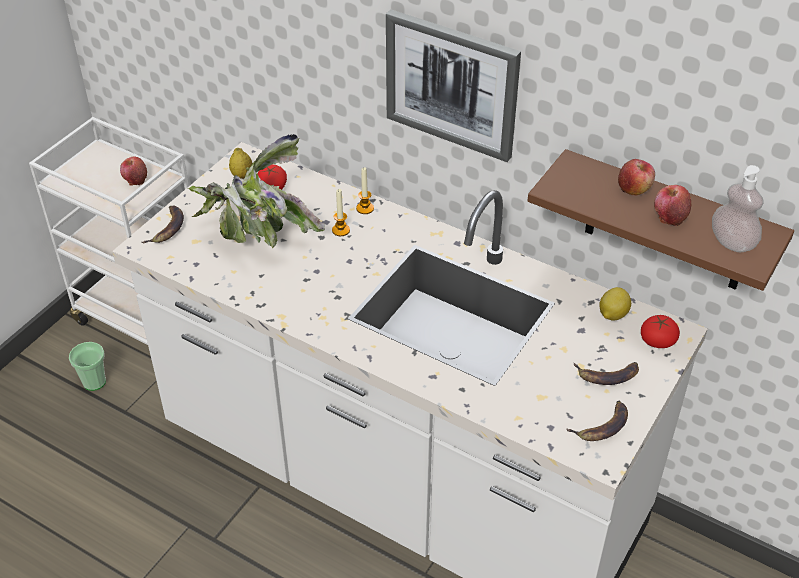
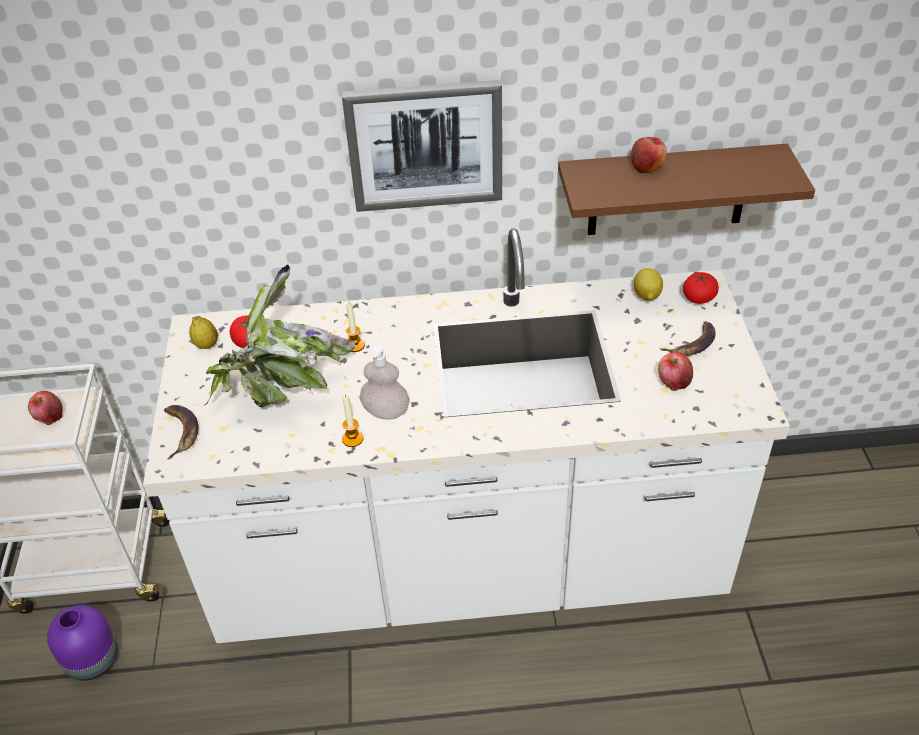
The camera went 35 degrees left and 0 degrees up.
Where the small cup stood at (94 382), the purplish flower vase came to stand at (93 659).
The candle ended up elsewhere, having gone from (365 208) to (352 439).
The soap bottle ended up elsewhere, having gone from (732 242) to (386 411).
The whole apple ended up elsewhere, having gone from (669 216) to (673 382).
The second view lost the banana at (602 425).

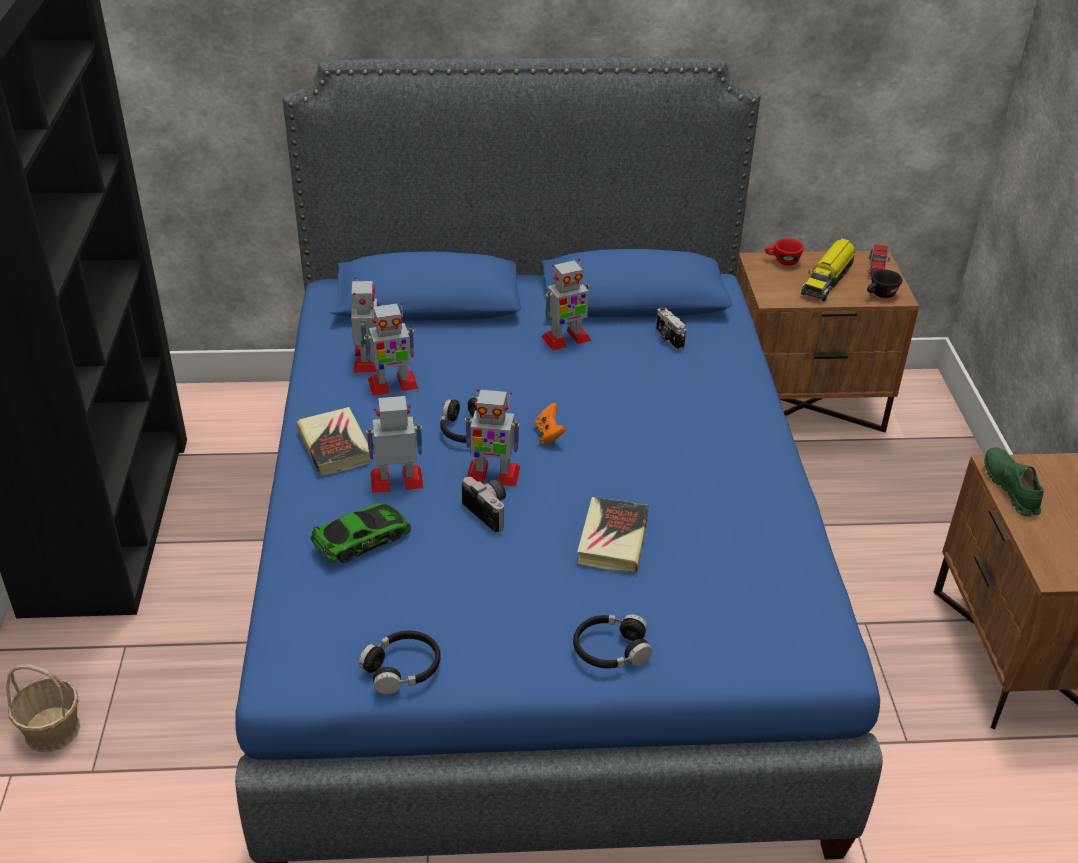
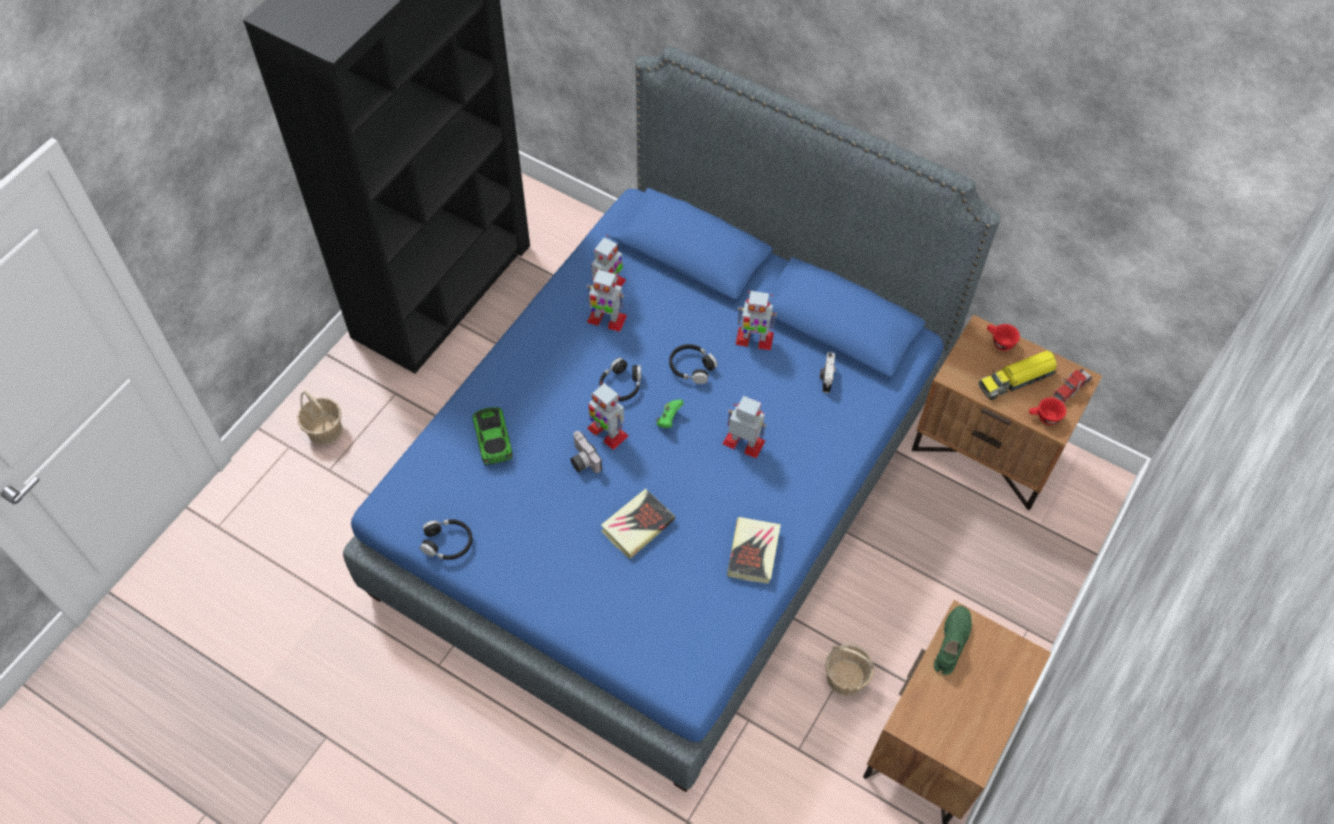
The camera went 35 degrees right and 20 degrees up.
The model car at (362 538) ended up facing another way, 105 degrees counterclockwise from before.
The photo camera at (490 510) ended up facing another way, 150 degrees clockwise from before.
What was the orange-coloured joypad at (548 434) turned into the green-coloured joypad at (669 419).
The blackish headset ended up elsewhere, having gone from (611 650) to (691 367).
The toy robot ended up elsewhere, having gone from (397 480) to (744 442).
The volume ended up elsewhere, having gone from (335 446) to (753 552).
The second view gained the basket at (846 678).
What was the blackish small cup at (880 295) turned into the red-coloured small cup at (1044 417).

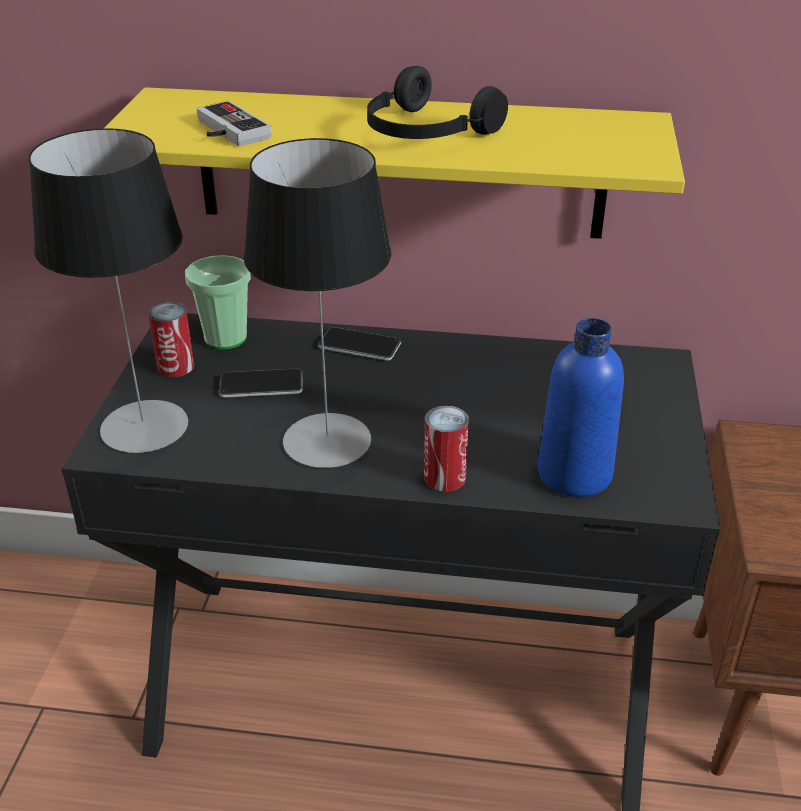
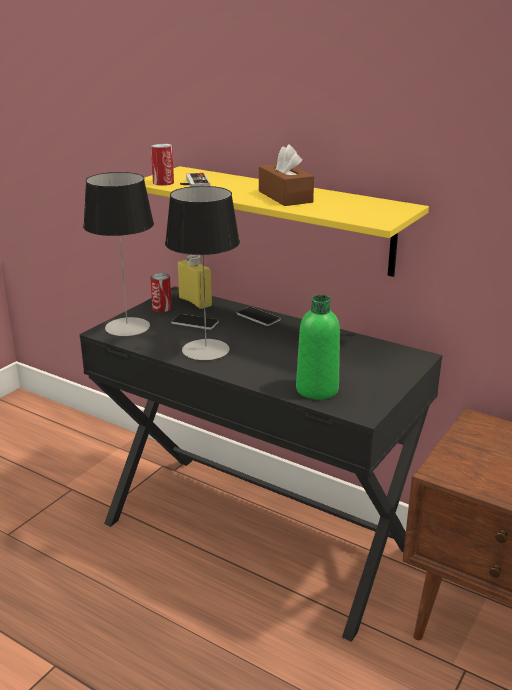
The camera went 25 degrees right and 10 degrees down.
The sealed can ended up elsewhere, having gone from (444 477) to (163 182).
Where the small cup stood at (225 338), the yellow beverage bottle came to stand at (195 302).
Where the blackish headset stood at (425 132), the brown-coloured tissue box came to stand at (285 196).
What was the blue beverage bottle at (574 474) turned into the green-coloured beverage bottle at (317 389).

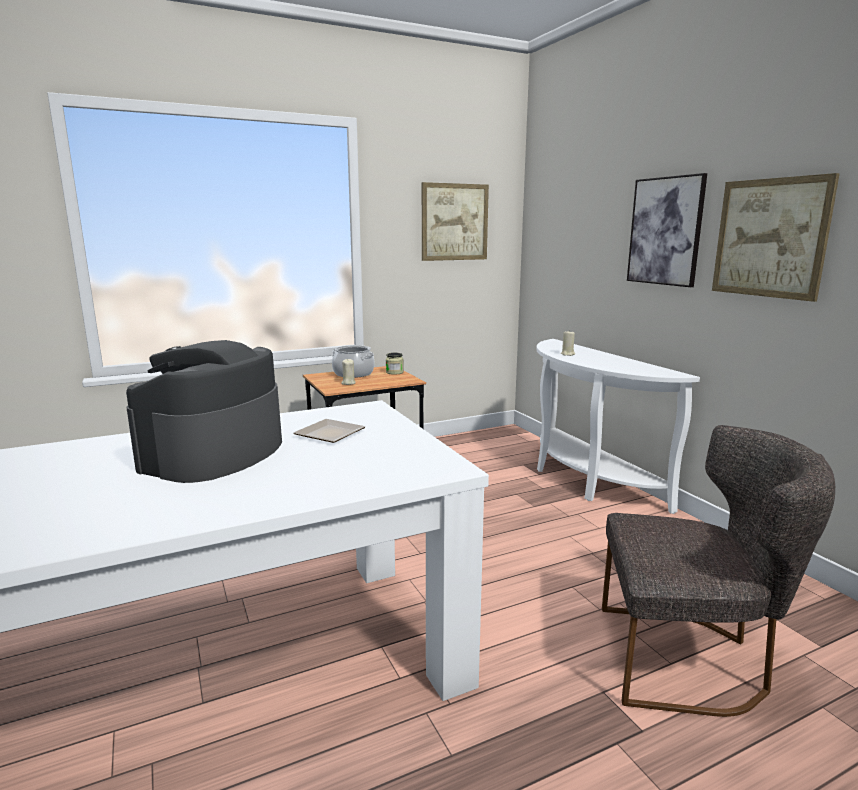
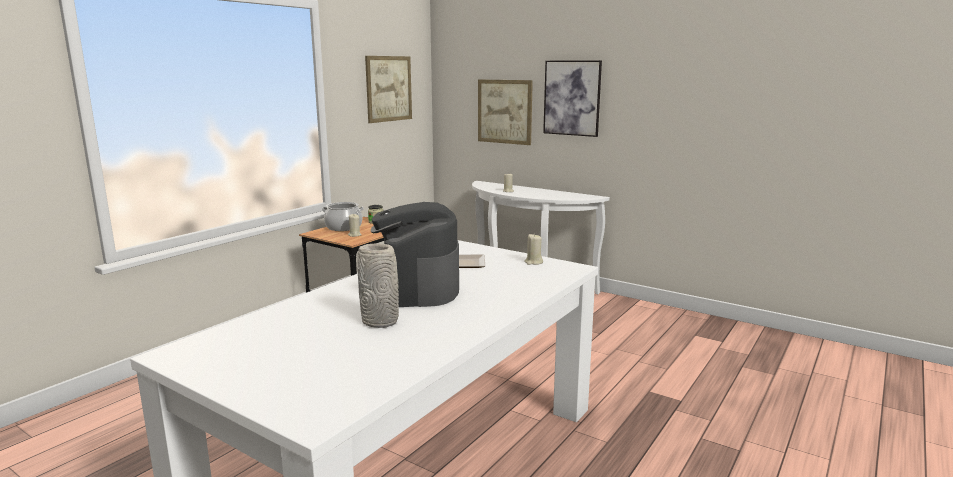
The camera went 30 degrees left and 0 degrees up.
The second view gained the gray flower vase at (381 322).
The picture ended up elsewhere, having gone from (770 238) to (504 111).
The second view gained the beige candle at (533 262).
The second view lost the gray plain chair at (690 660).

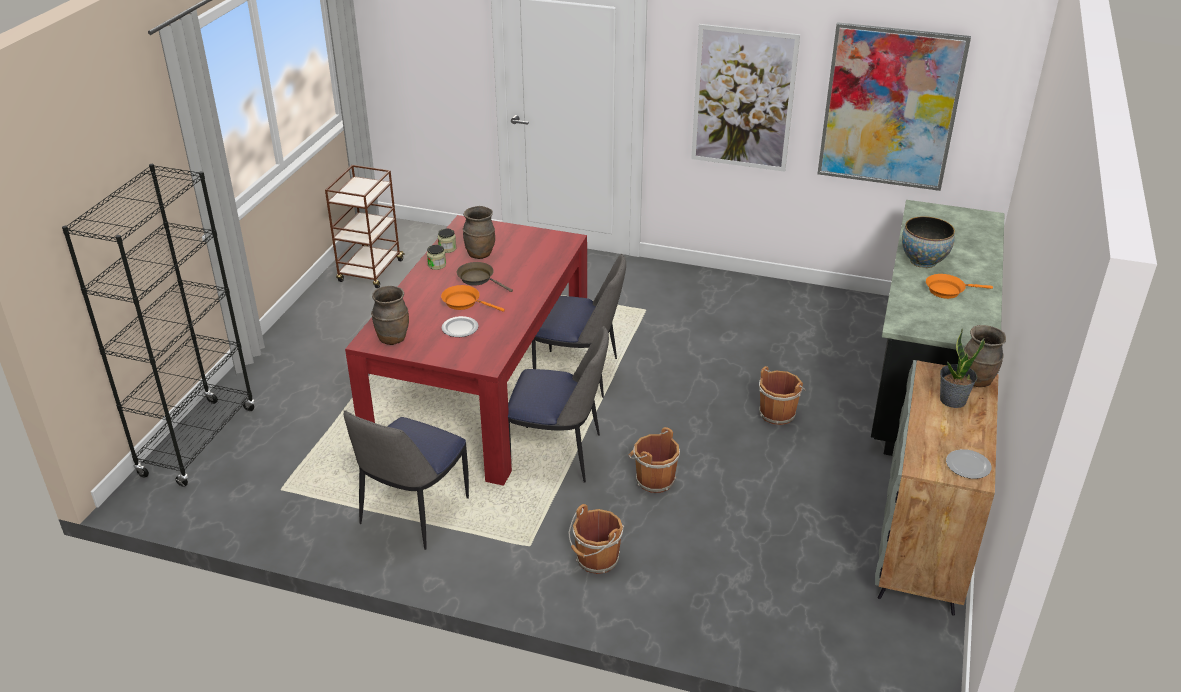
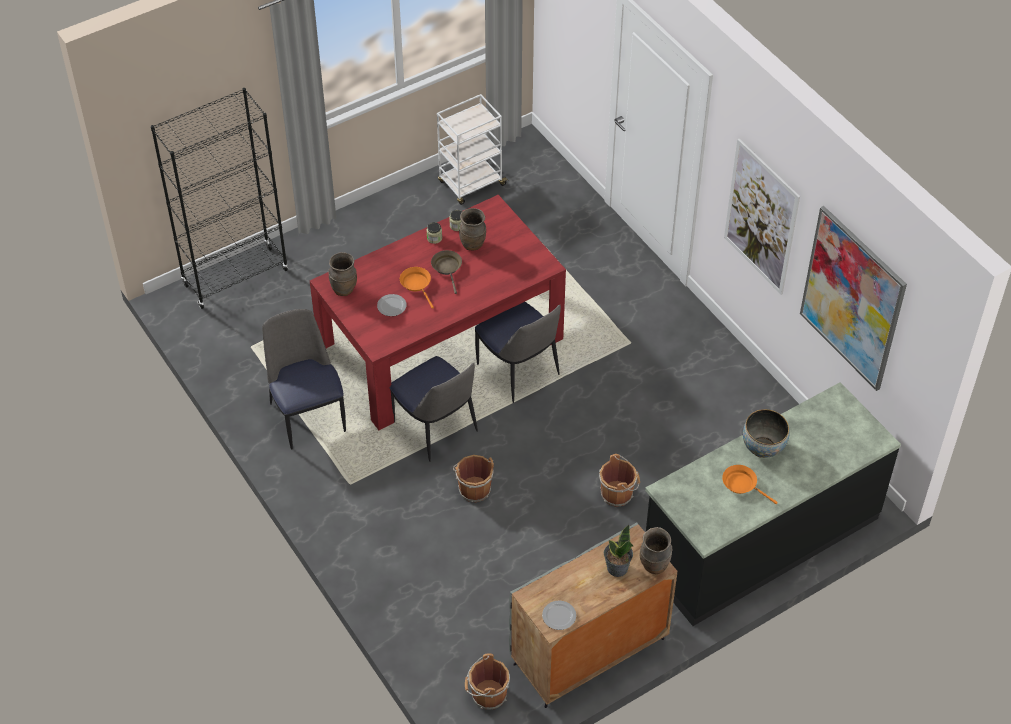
The camera went 40 degrees right and 15 degrees up.
The plain chair at (413 513) ended up facing another way, 90 degrees clockwise from before.
What was the brown-coloured cart at (370 272) turned into the whitish cart at (471 184).
The brown-coloured water bucket ended up elsewhere, having gone from (596 560) to (487 695).

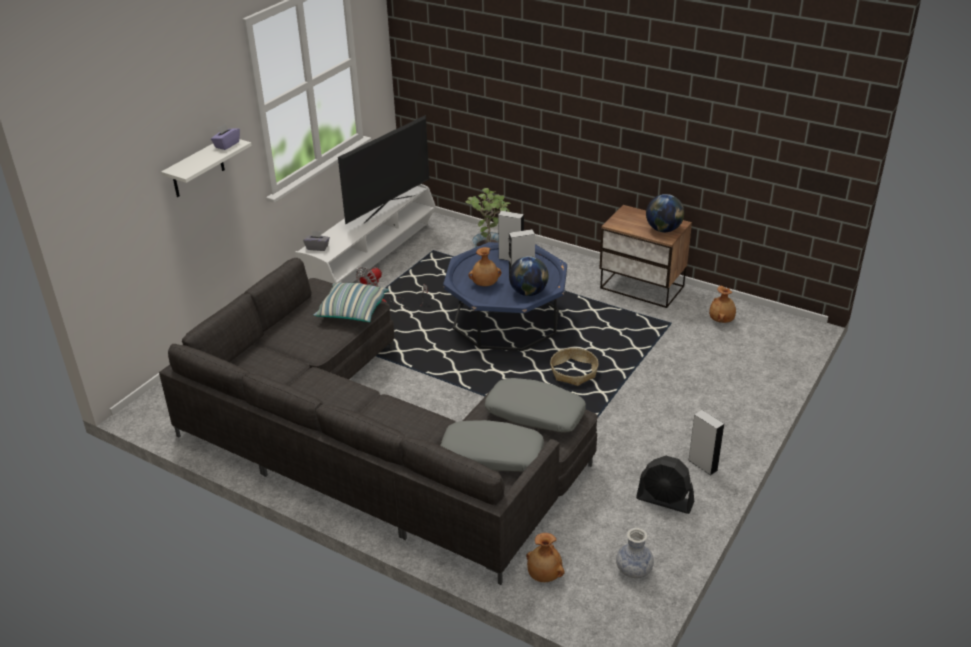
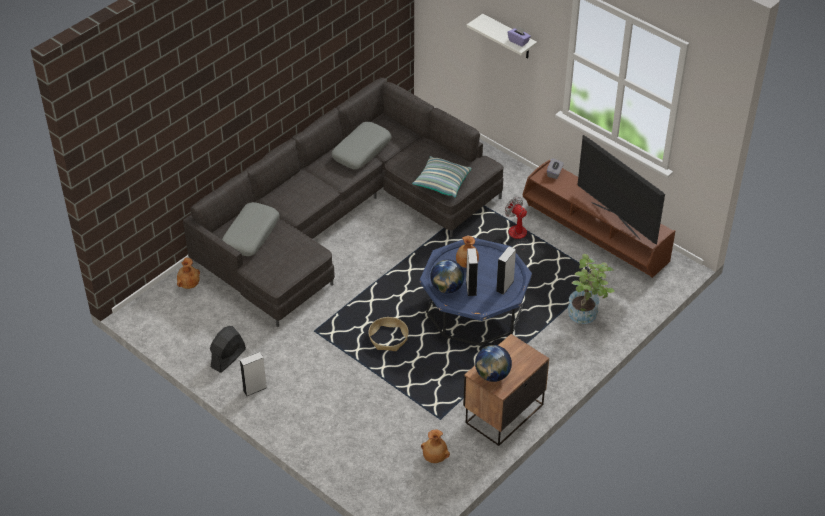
The camera went 100 degrees right and 10 degrees up.
The gray pillow ended up elsewhere, having gone from (534 414) to (361 151).
What was the whitish tv stand at (372 258) turned into the brown-coloured tv stand at (594 236).
The second view lost the flower vase at (634 570).

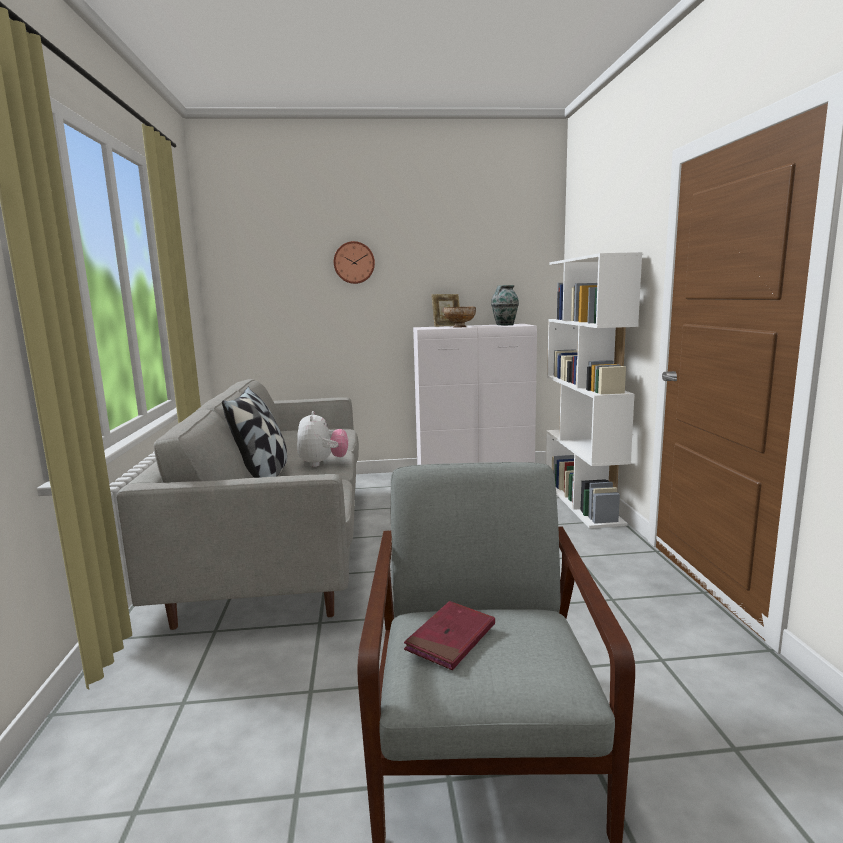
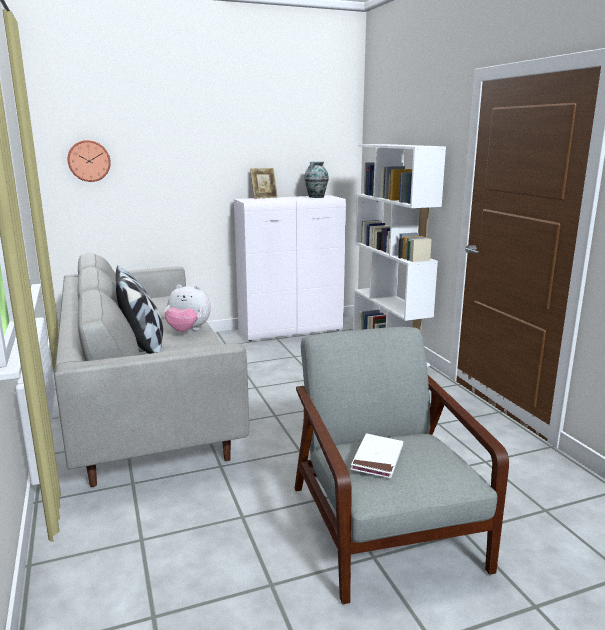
The camera went 15 degrees left and 5 degrees up.
The clock on the wall ended up elsewhere, having gone from (354 262) to (89 161).
The soft toy at (323 463) ended up facing another way, 120 degrees clockwise from before.
What was the red-coloured volume at (451 638) turned into the whitish volume at (377 458).
The second view lost the serving bowl at (460 327).

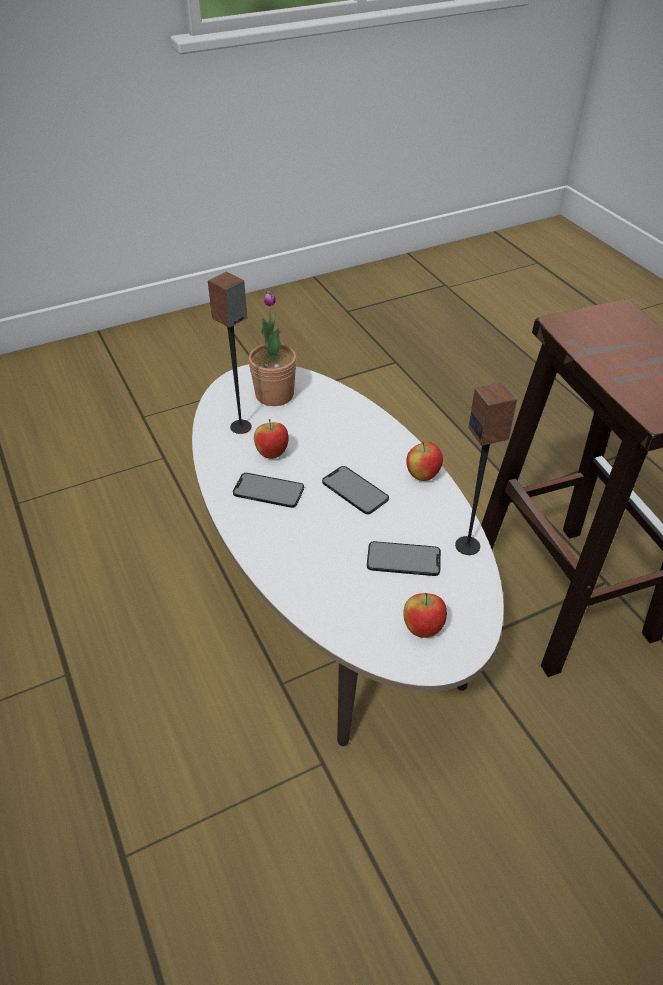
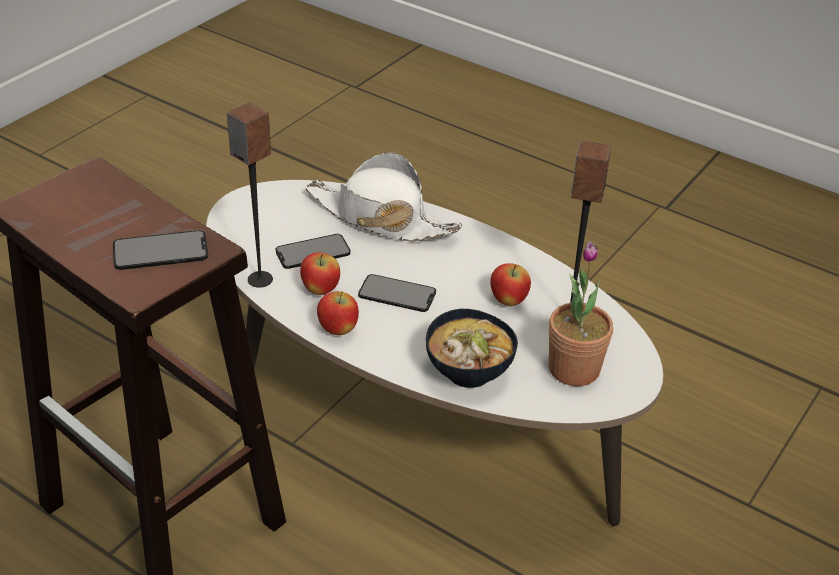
The camera went 150 degrees right and 5 degrees down.
The handset ended up elsewhere, having gone from (268 490) to (160 251).
The whole apple ended up elsewhere, having gone from (423 629) to (320 290).
The second view gained the whitish hat at (380 217).
The second view gained the serving bowl at (468 373).

